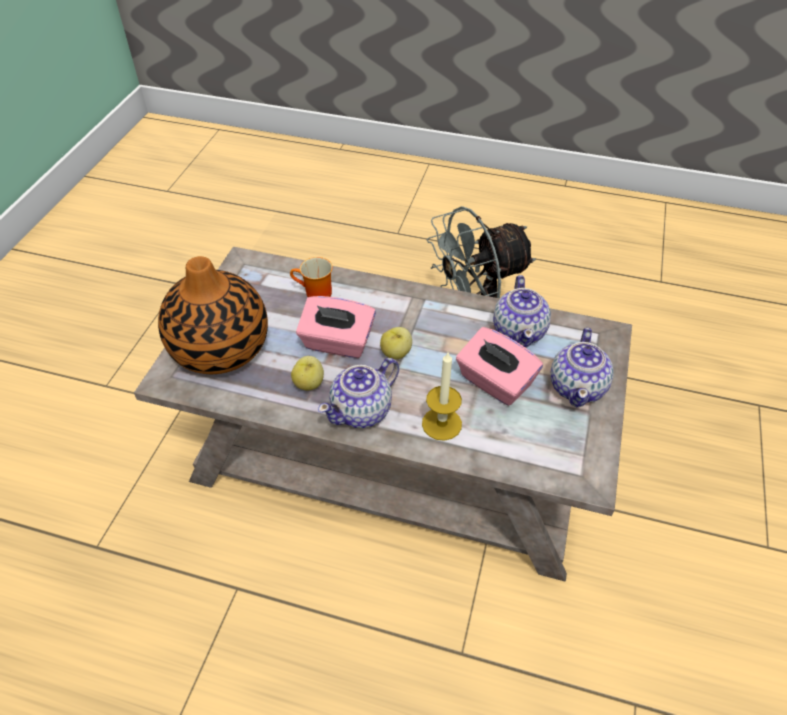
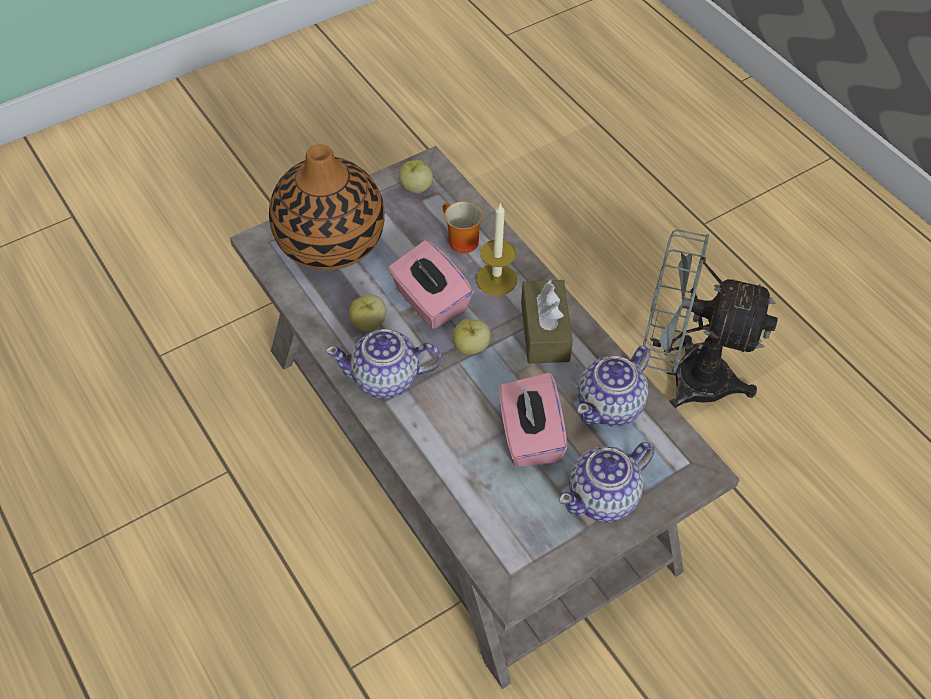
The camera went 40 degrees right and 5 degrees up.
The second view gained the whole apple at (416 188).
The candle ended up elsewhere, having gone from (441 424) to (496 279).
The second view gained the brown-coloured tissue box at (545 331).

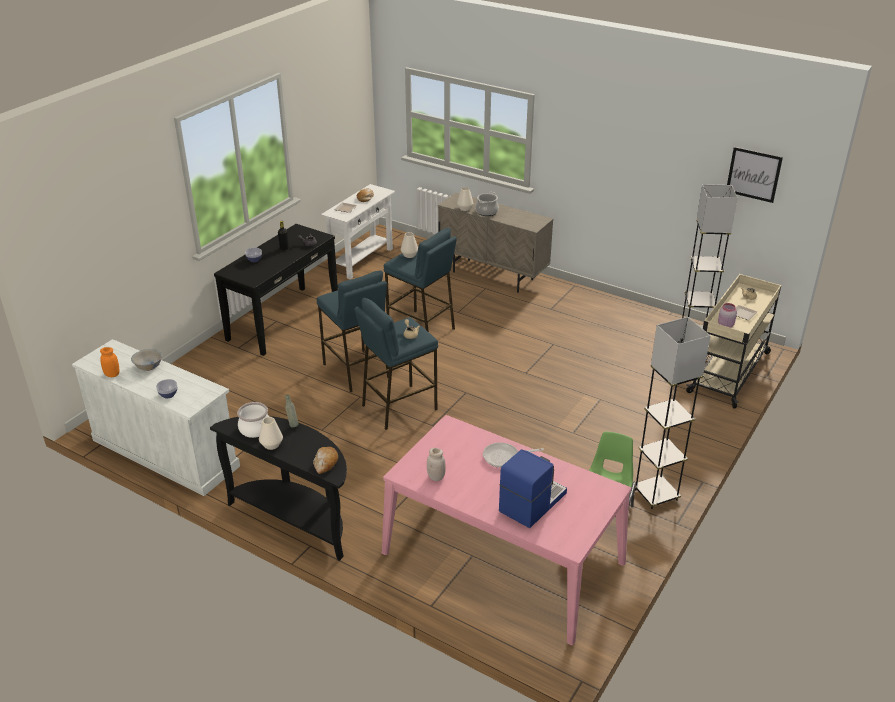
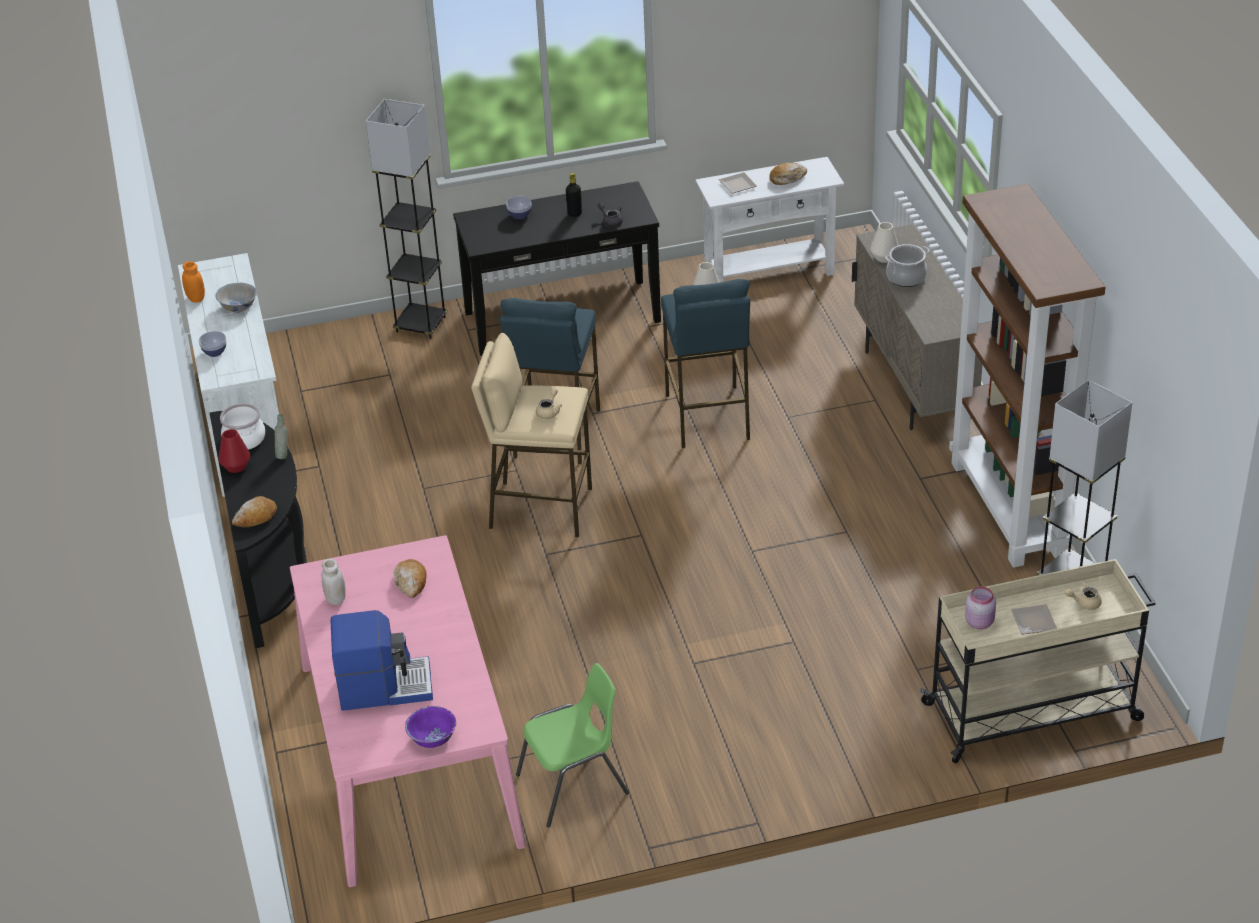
The camera went 45 degrees right and 5 degrees up.
What was the whitish flower vase at (271 444) turned into the red-coloured flower vase at (236 466).
The gray standing lamp ended up elsewhere, having gone from (655 495) to (421 324).
The second view gained the baked bread at (411 582).
The second view gained the purplish serving bowl at (432 738).
What was the blue sitting stool at (398 407) turned into the beige sitting stool at (540 508).
The second view gained the brown-coloured shelving unit at (1009 509).
The second view lost the frying pan at (504 457).
The second view lost the picture at (753 174).

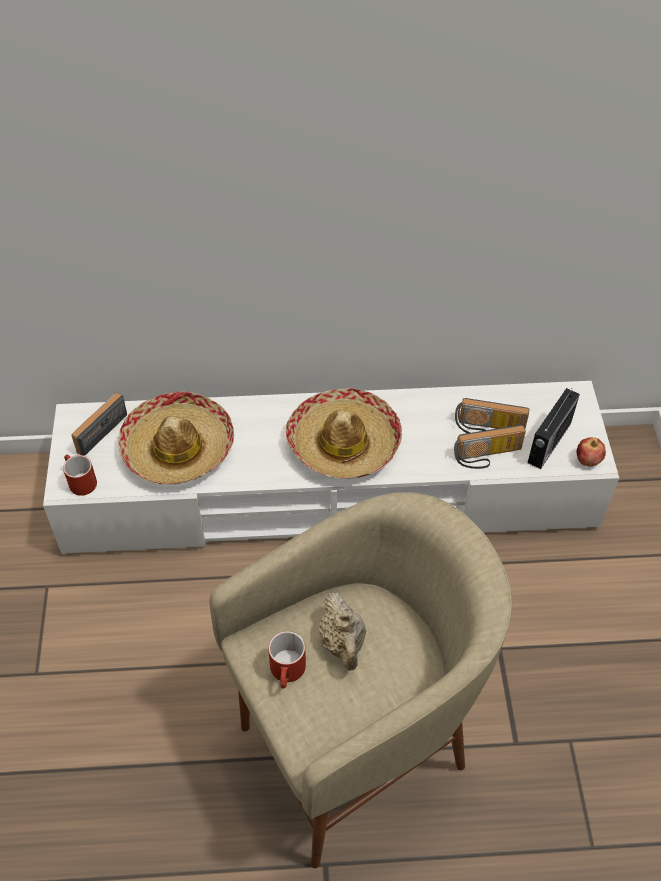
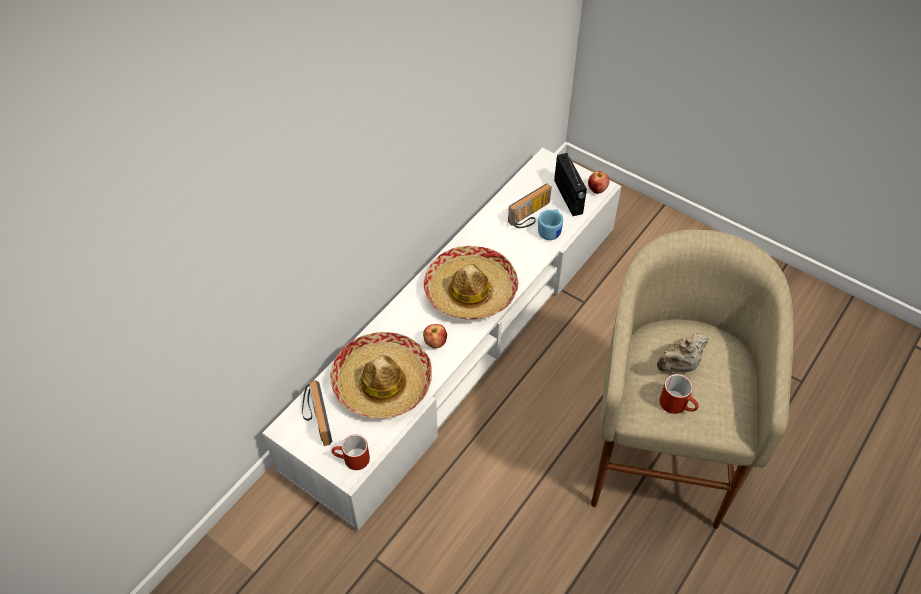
The camera went 50 degrees left and 0 degrees up.
The second view gained the whole apple at (435 343).
Where the radio set stood at (487 457), the blue coffee mug came to stand at (550 231).
The beige tea pot at (343 643) ended up facing another way, 120 degrees clockwise from before.

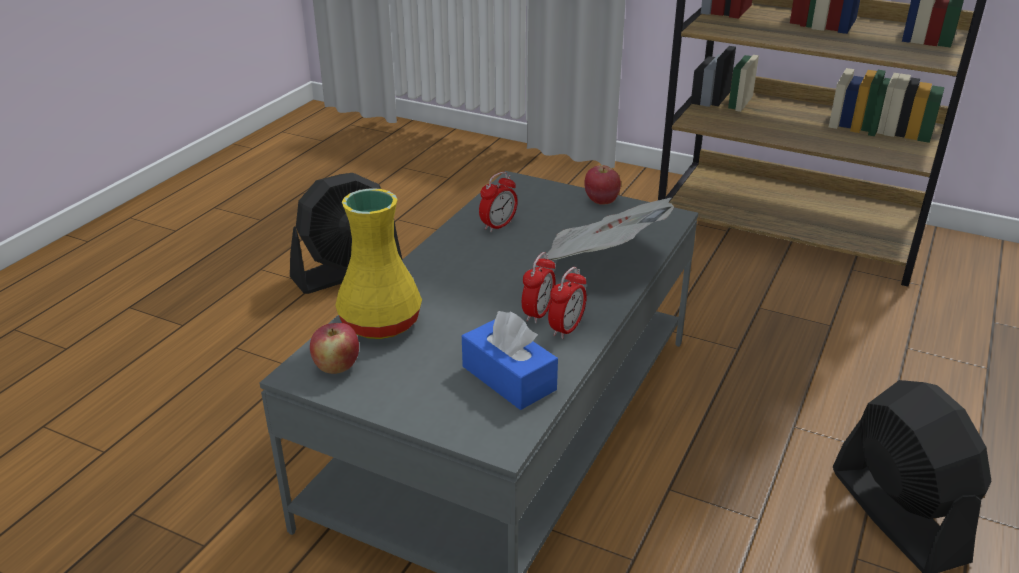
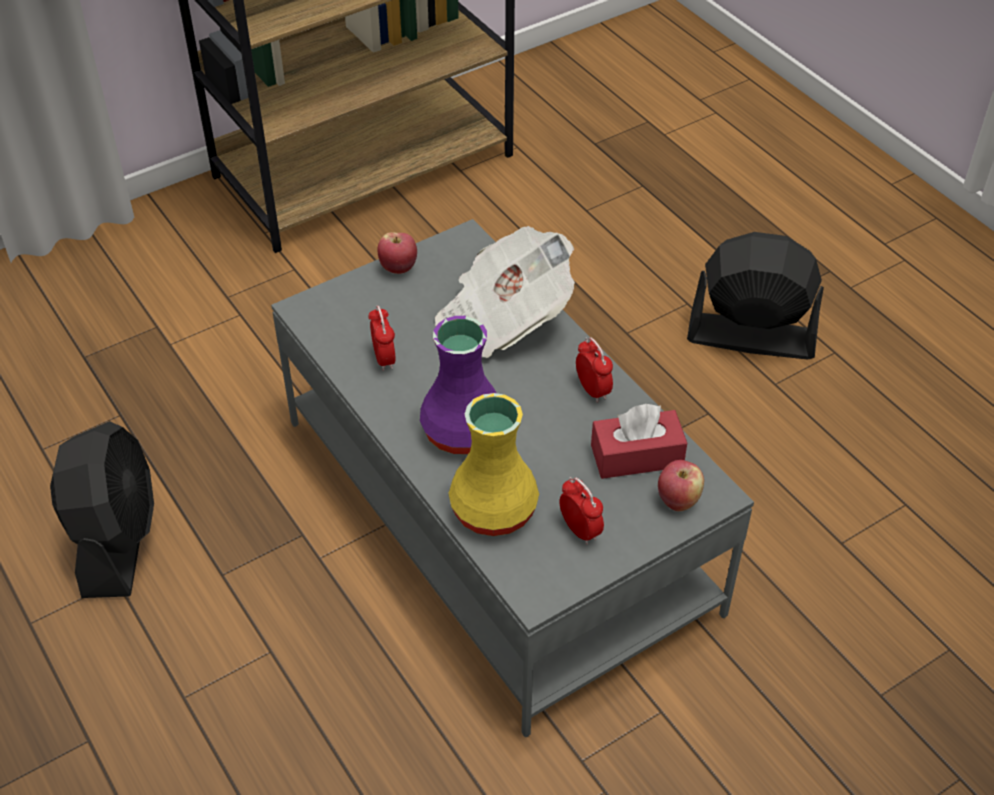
The camera went 60 degrees left and 15 degrees up.
The second view gained the purplish flower vase at (462 433).
The bedside clock ended up elsewhere, having gone from (538 313) to (580 530).
What was the blue tissue box at (509 378) turned into the red-coloured tissue box at (637 456).
The whole apple ended up elsewhere, having gone from (336 367) to (678 500).

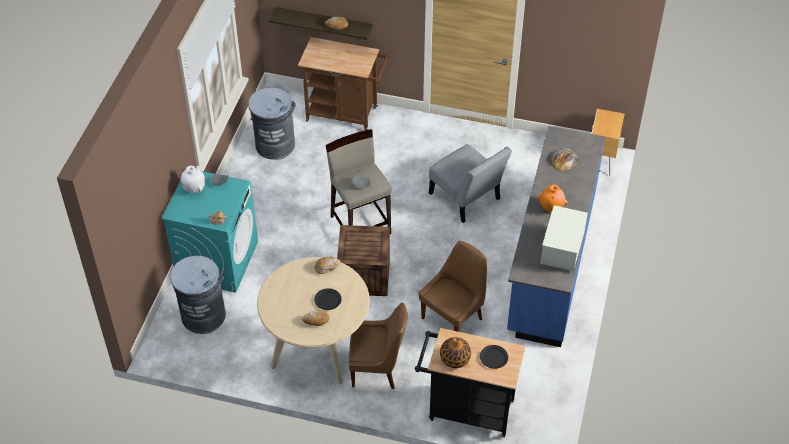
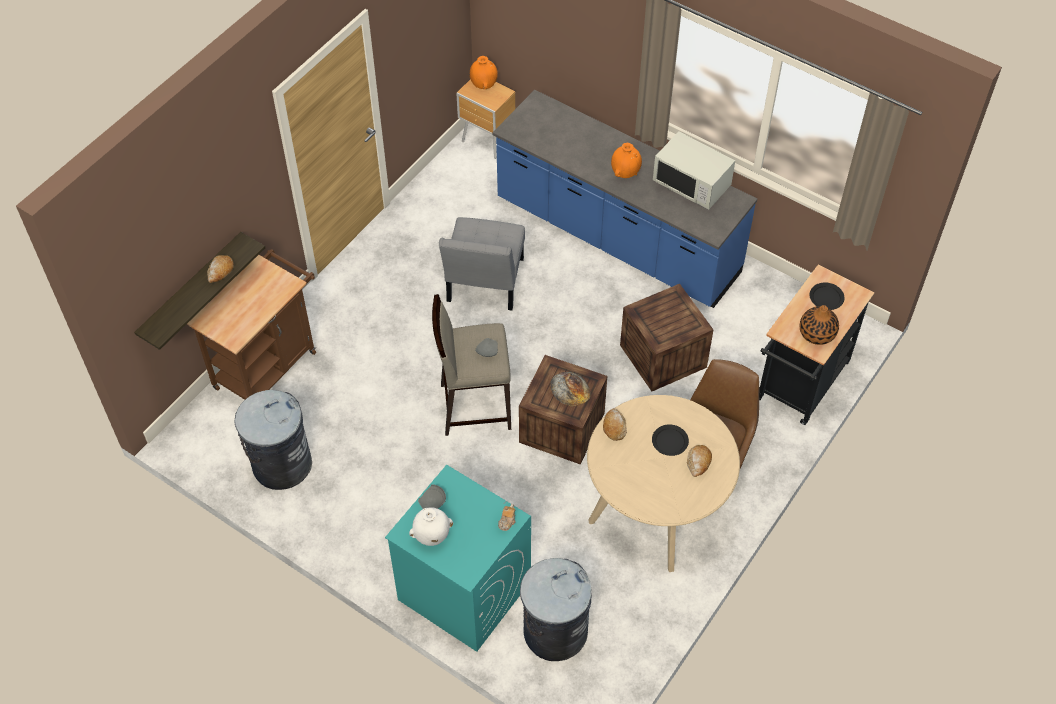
The camera went 70 degrees left and 5 degrees up.
The gray plain chair at (467 199) ended up facing another way, 120 degrees clockwise from before.
The second view gained the orange-coloured flower vase at (483 85).
The baked bread ended up elsewhere, having gone from (564 160) to (570 389).
Where the brown-coloured plain chair stood at (453 317), the packing crate came to stand at (663 356).

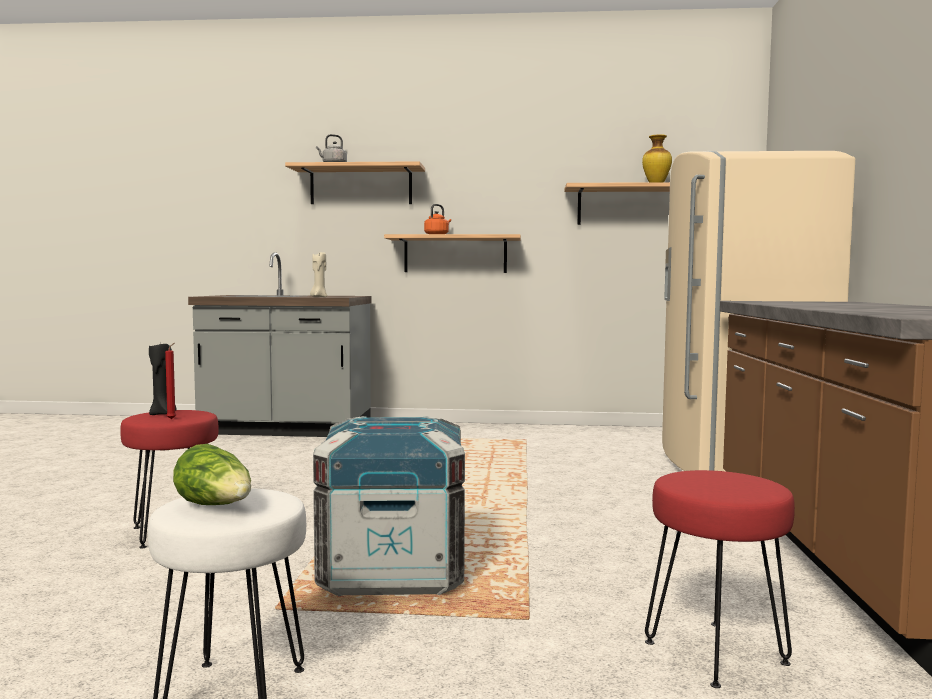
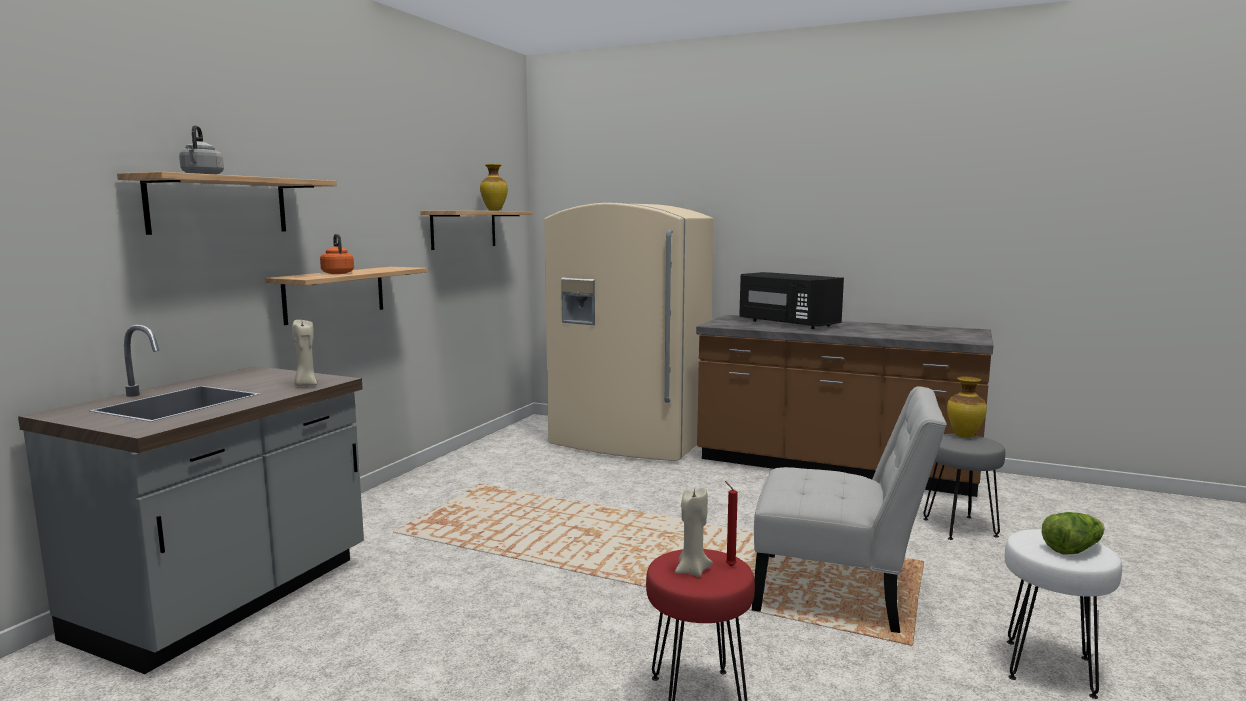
The camera went 70 degrees left and 5 degrees up.
What was the blackish candle at (163 414) turned into the beige candle at (692 571).
The second view gained the blackish kitchen microwave at (786 324).
Where the packing crate stood at (392 572), the whitish plain chair came to stand at (839 592).
What was the red-coloured sitting stool at (715 653) turned into the gray sitting stool at (961 528).
The second view gained the flower vase at (964 436).

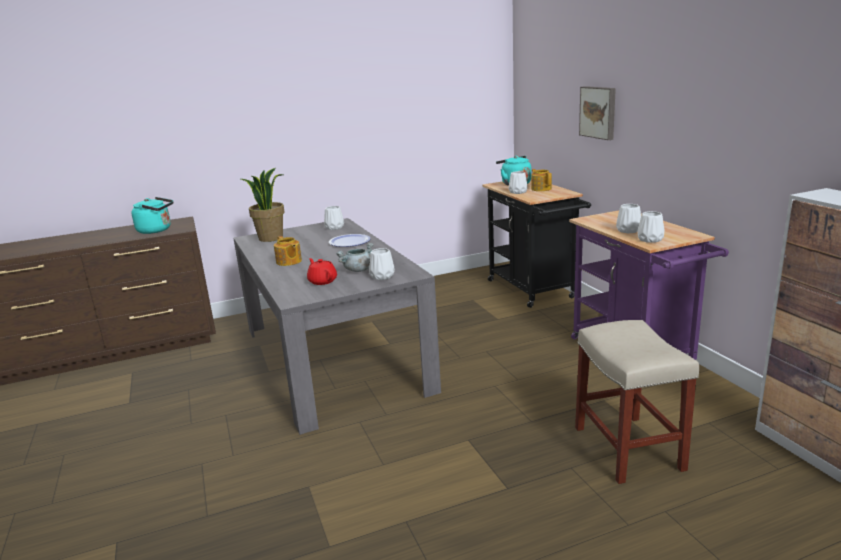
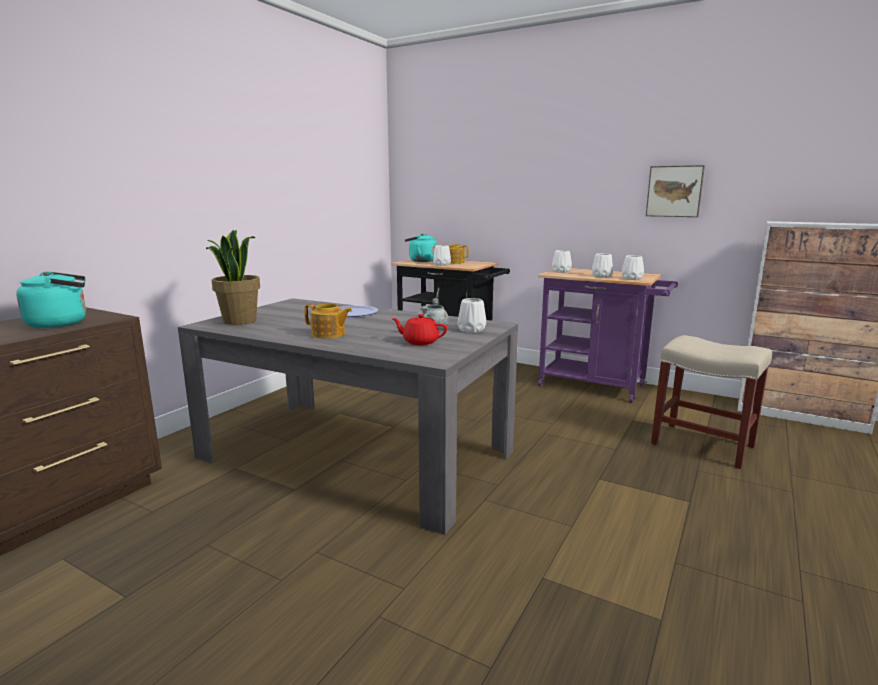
The camera went 40 degrees left and 5 degrees down.
The whitish flower vase ended up elsewhere, having gone from (334 228) to (561 271).
The picture ended up elsewhere, having gone from (599 112) to (674 191).

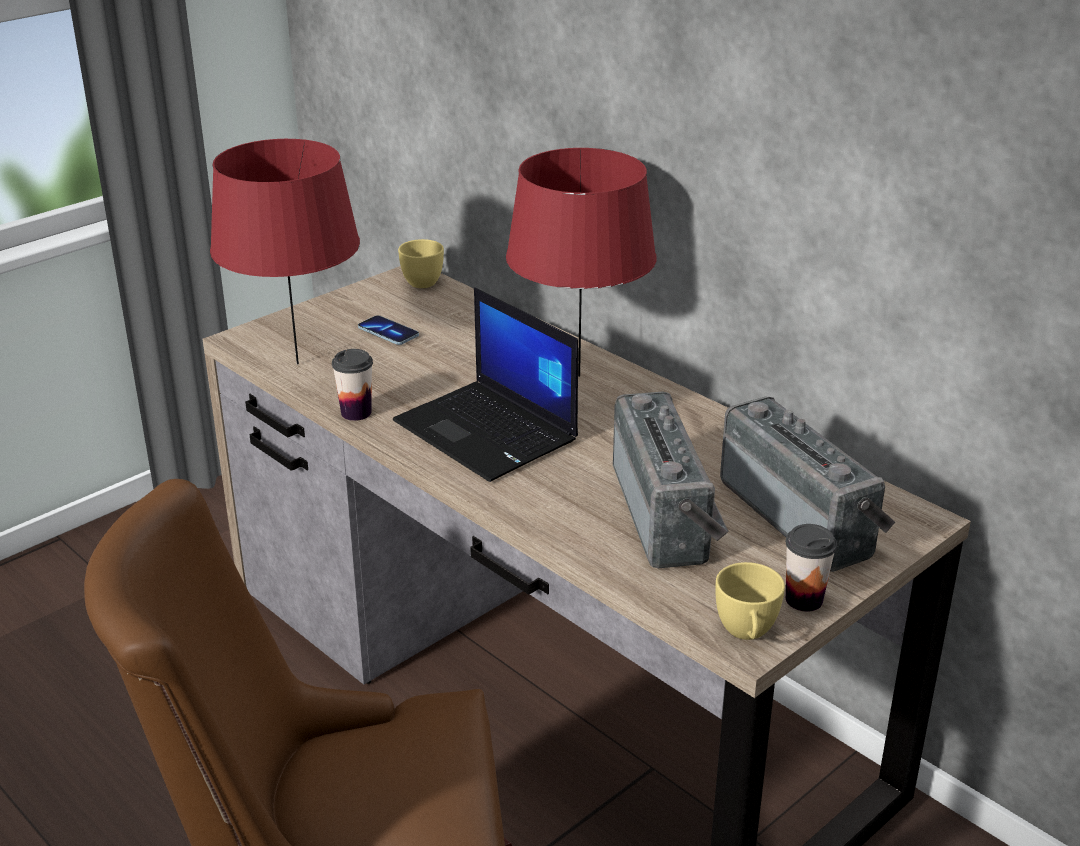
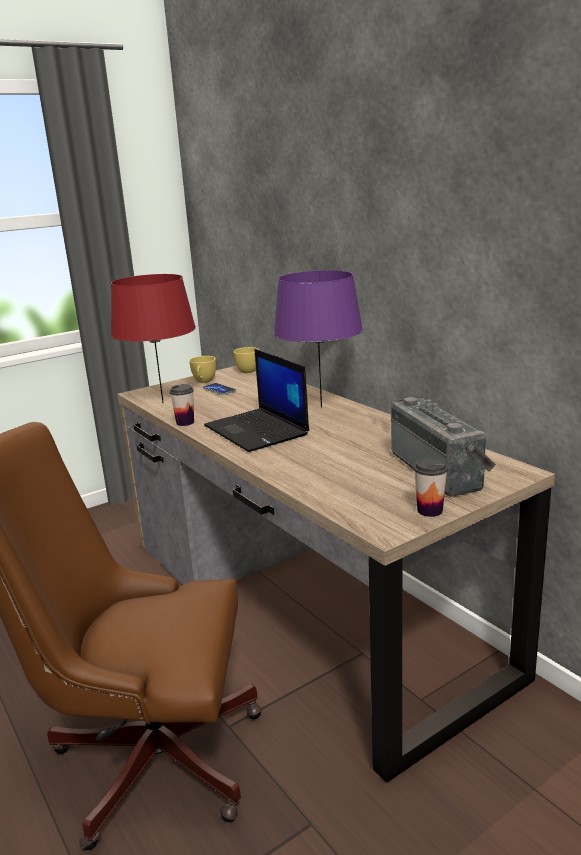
The camera went 10 degrees right and 10 degrees down.
The yellow small cup ended up elsewhere, having gone from (746 633) to (203 381).
What was the red-coloured tabletop lamp at (578 376) turned into the purplish tabletop lamp at (321 407).
The second view lost the radio set at (669 514).

